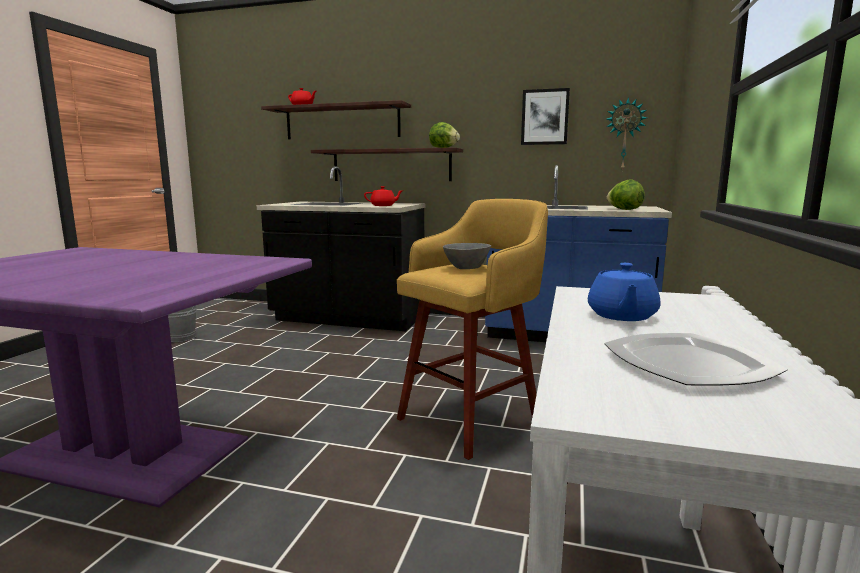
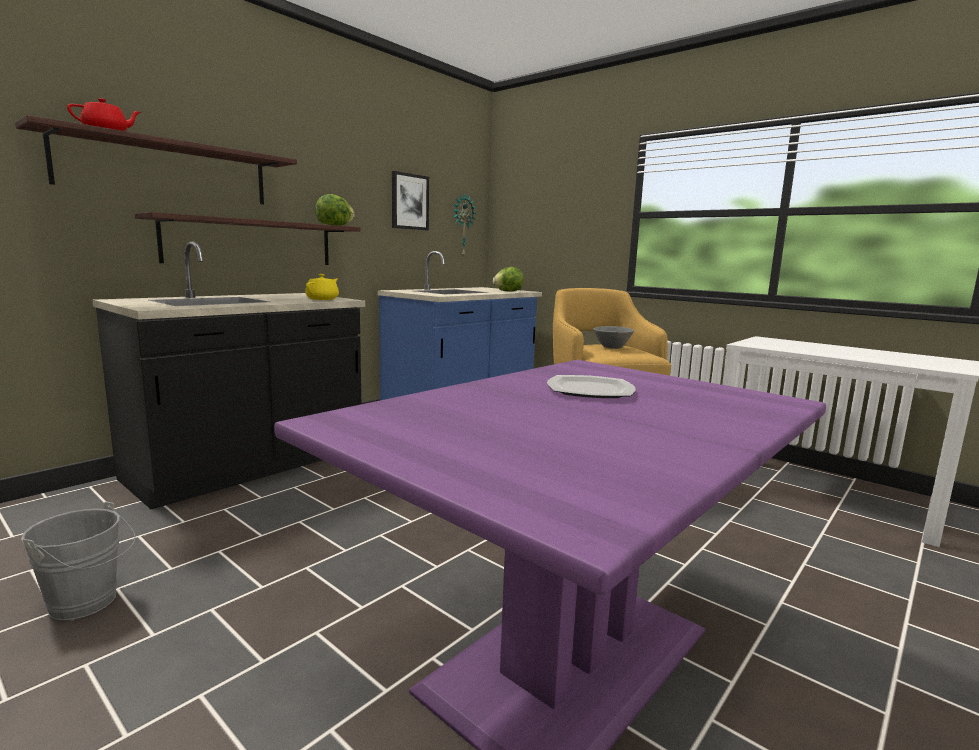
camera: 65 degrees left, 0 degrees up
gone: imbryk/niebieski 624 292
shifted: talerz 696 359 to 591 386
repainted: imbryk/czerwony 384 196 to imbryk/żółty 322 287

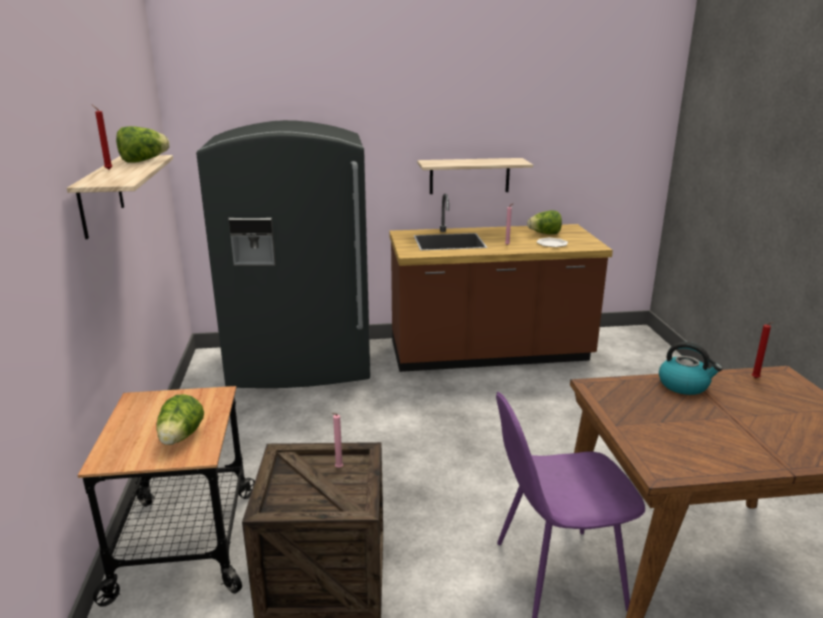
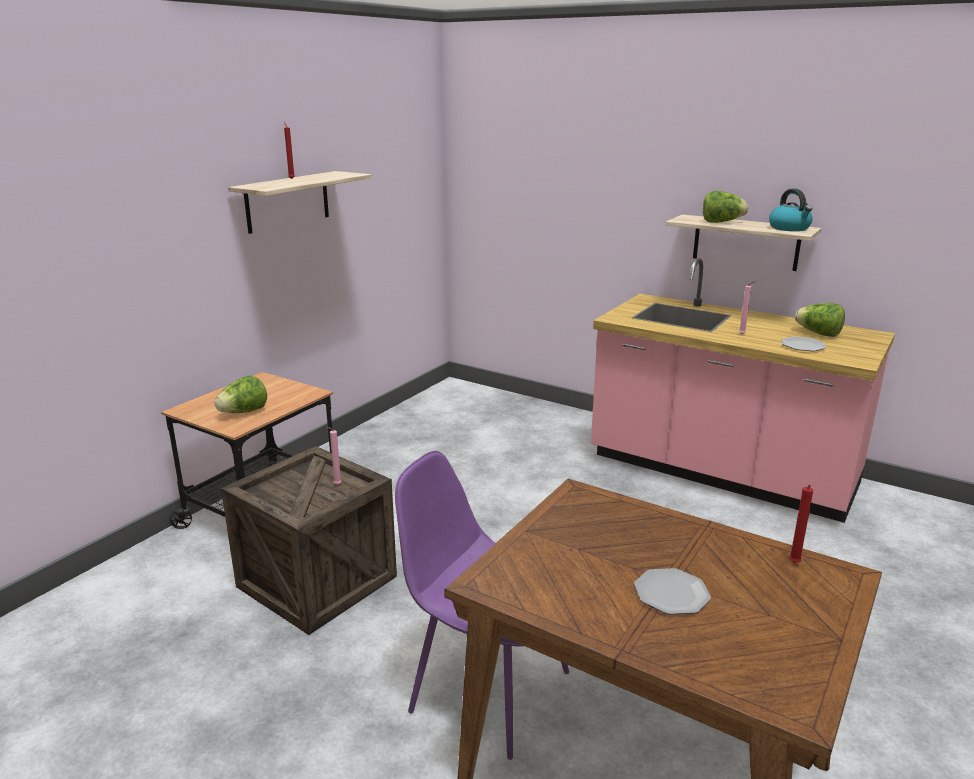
camera: 40 degrees right, 0 degrees up
gone: lodówka/szary 283 254
new: talerz 672 591
shifted: sałata 143 144 to 725 207; czajnik 690 368 to 791 209
repainted: zabudowa kuchenna/brązowy 501 282 to zabudowa kuchenna/różowy 743 391

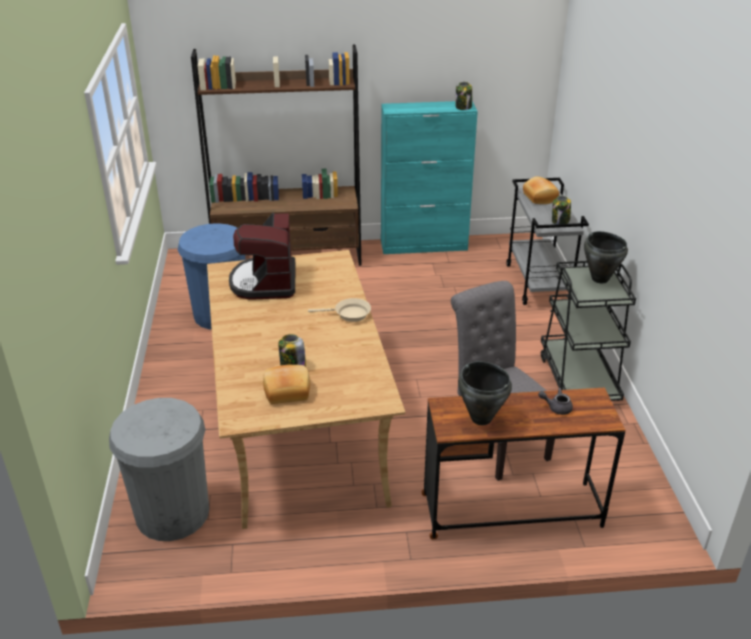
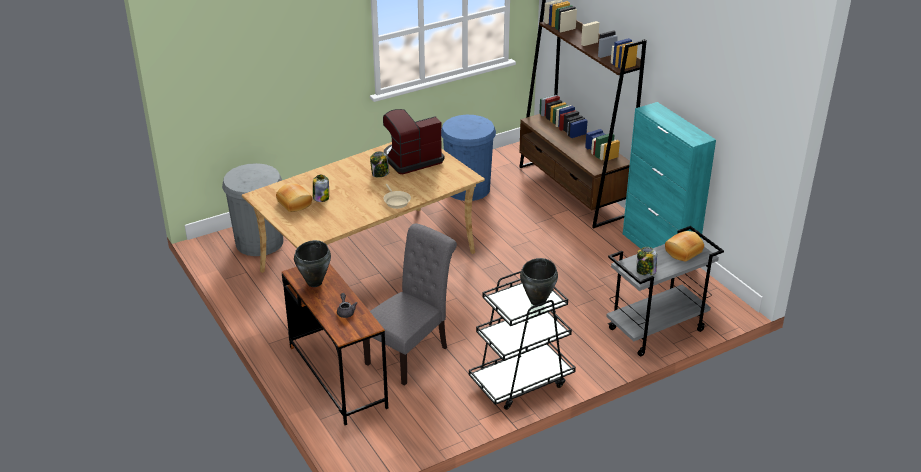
camera: 65 degrees right, 0 degrees up
shifted: słoik 464 96 to 379 164

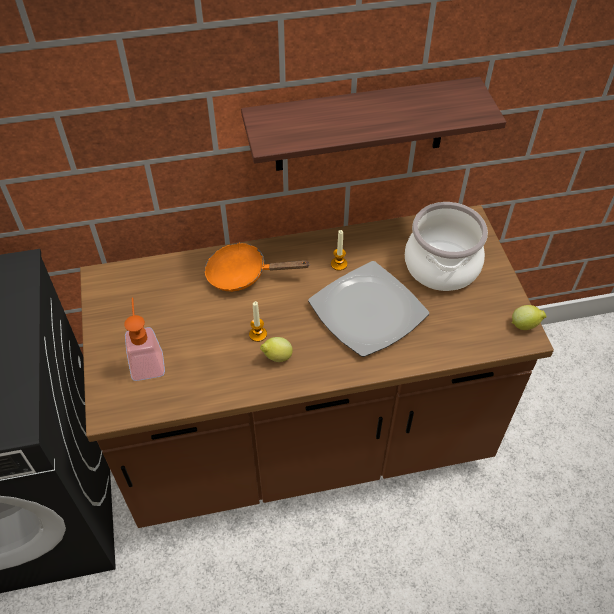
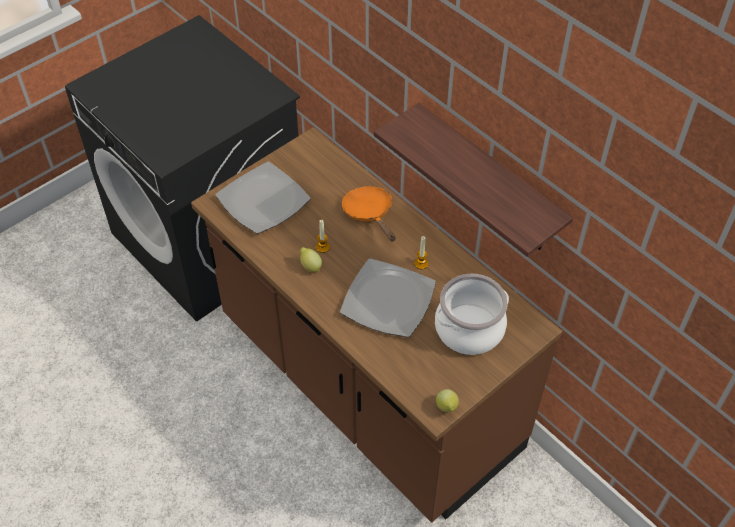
camera: 60 degrees right, 0 degrees up
swapped: dozownik mydła 144 339 to talerz 263 198

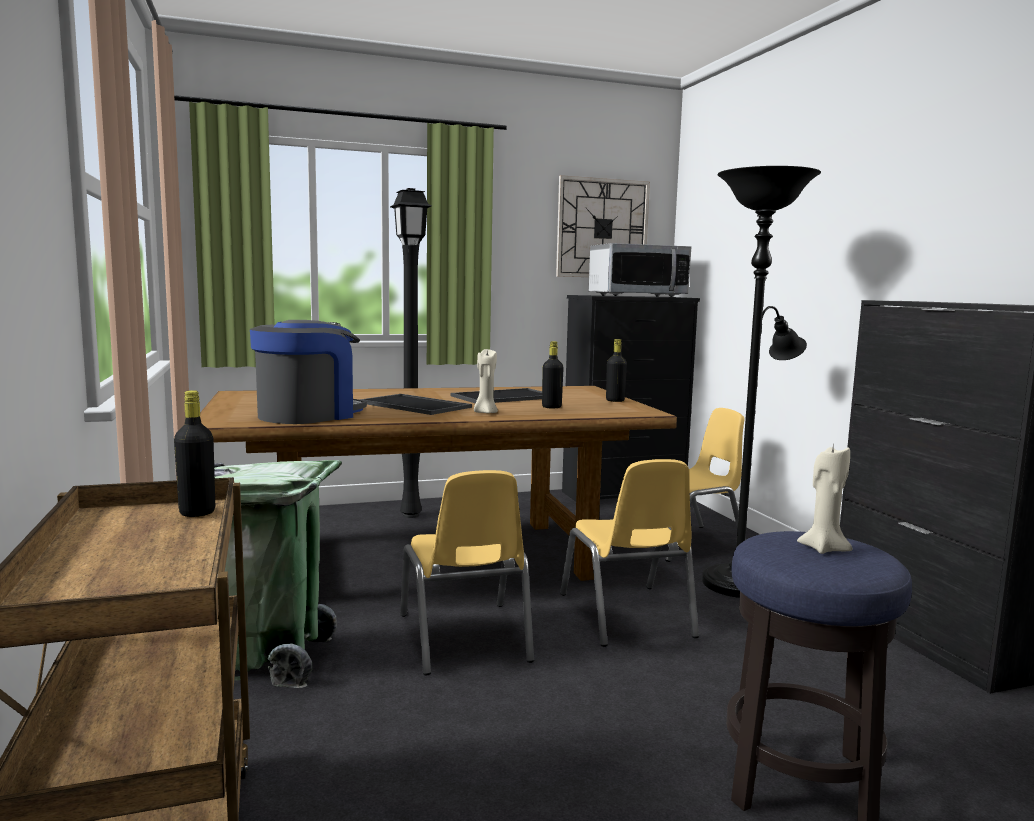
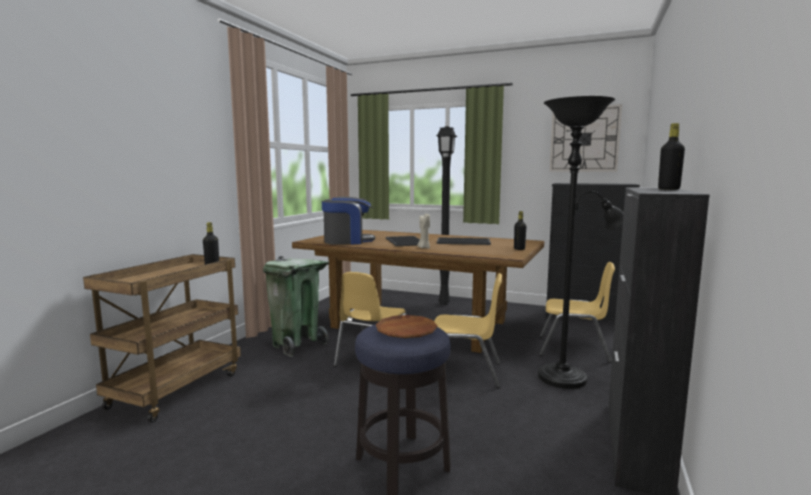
camera: 40 degrees right, 0 degrees up
gone: mikrofalówka 640 270
shifted: butelka/czarny 553 374 to 671 156
swapped: świeca/beżowy 824 500 to talerz/brązowy 407 326
rotated: krzesło/żółty 629 553 = 468 330 105 degrees counterclockwise

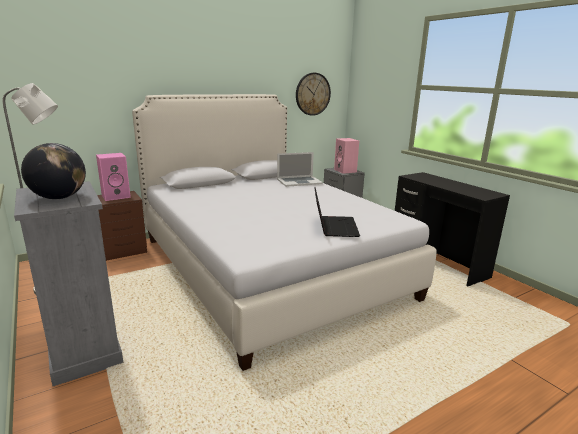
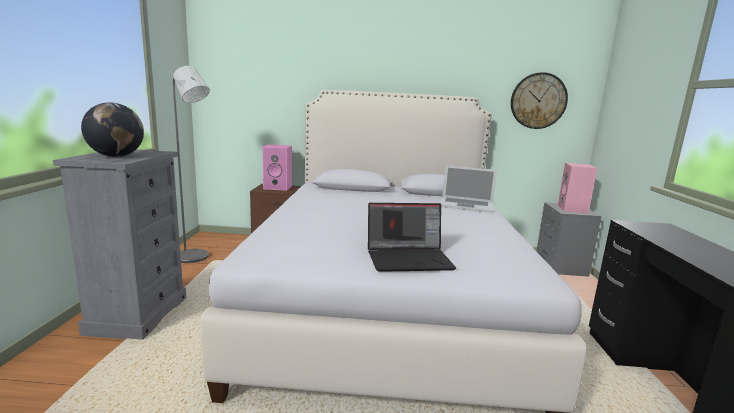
camera: 35 degrees right, 5 degrees down
rotated: laptop 337 212 = 412 237 45 degrees clockwise

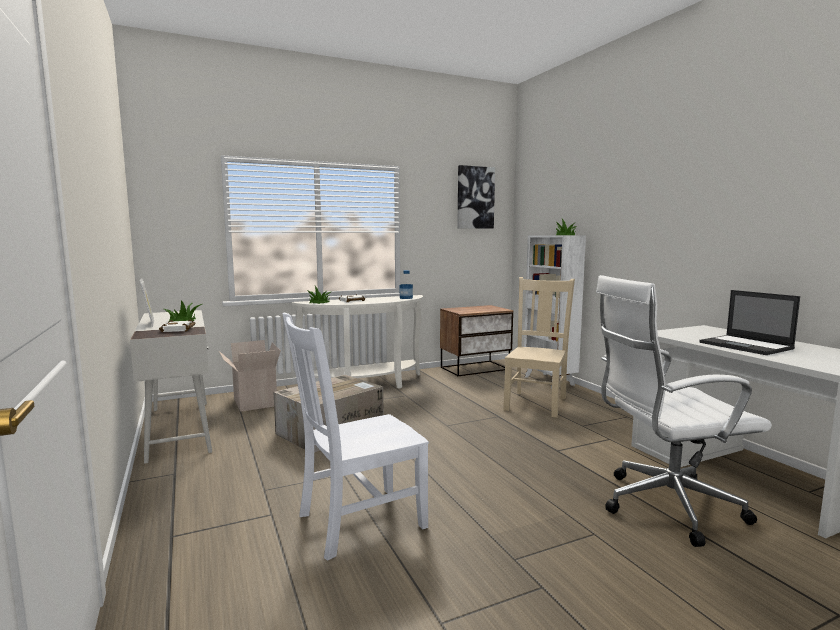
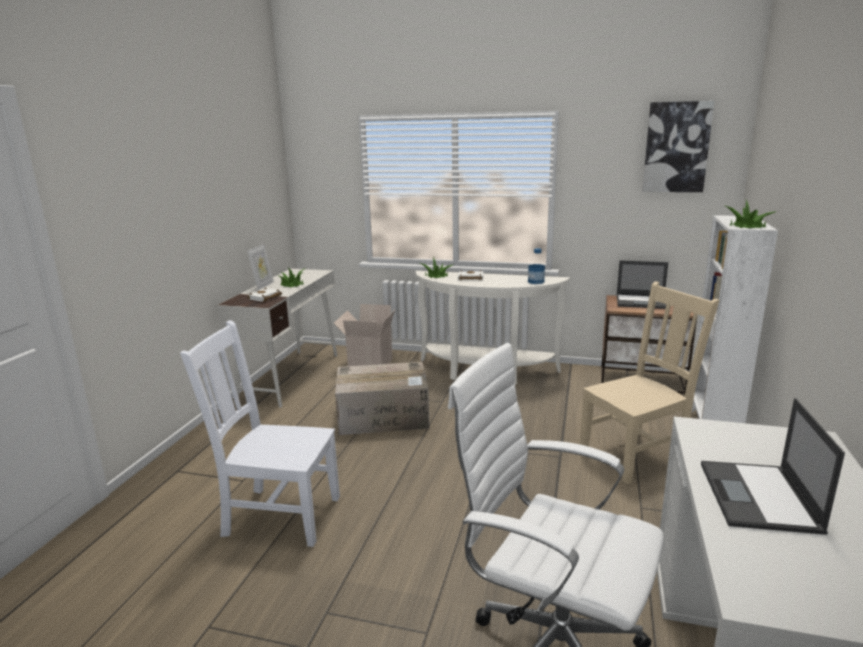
camera: 40 degrees right, 10 degrees up
new: laptop 642 285

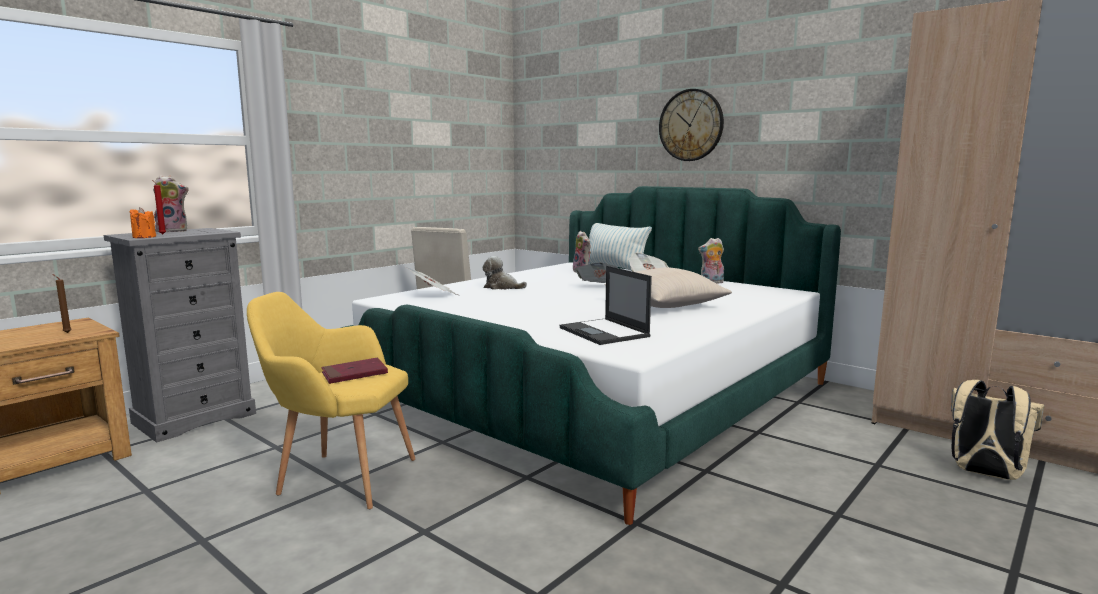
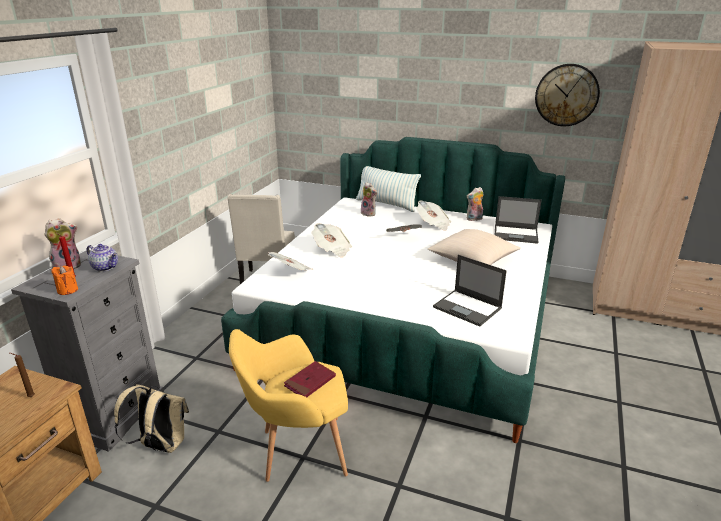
camera: 20 degrees left, 15 degrees up
new: laptop 518 220; imbryk 102 258
shifted: zegar ścienny 691 125 to 567 95; plecak/beżowy 997 430 to 151 418
swapped: pluszak 505 273 to gazeta 332 240

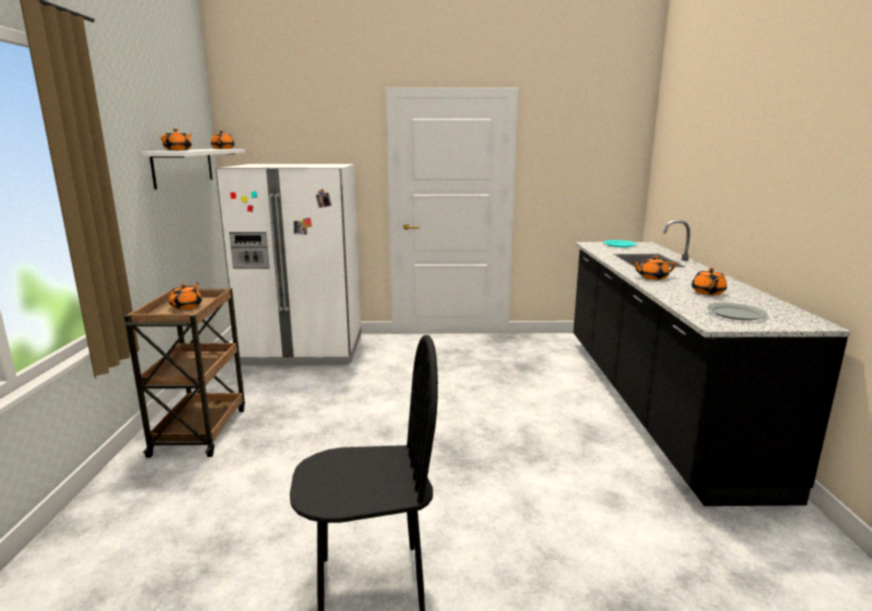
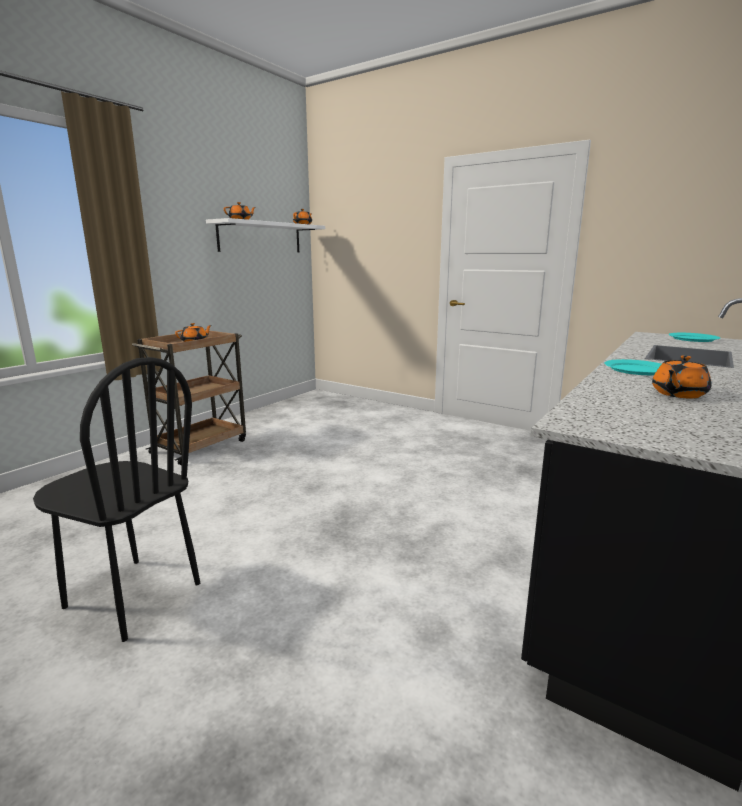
camera: 35 degrees right, 0 degrees up
gone: lodówka/biały 288 264; talerz/szary 737 312
swapped: imbryk/pomarańczowy 654 268 to talerz/turkusowy 632 367

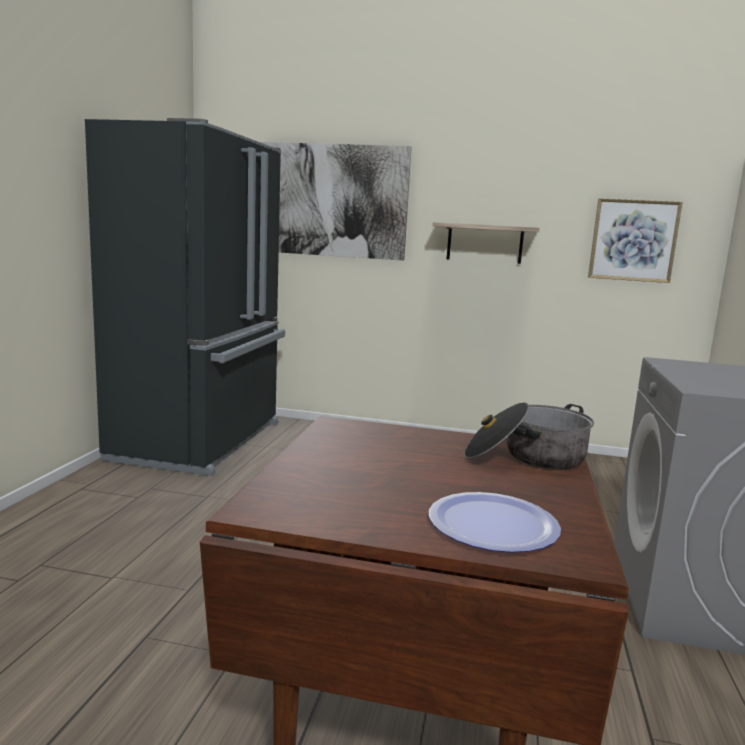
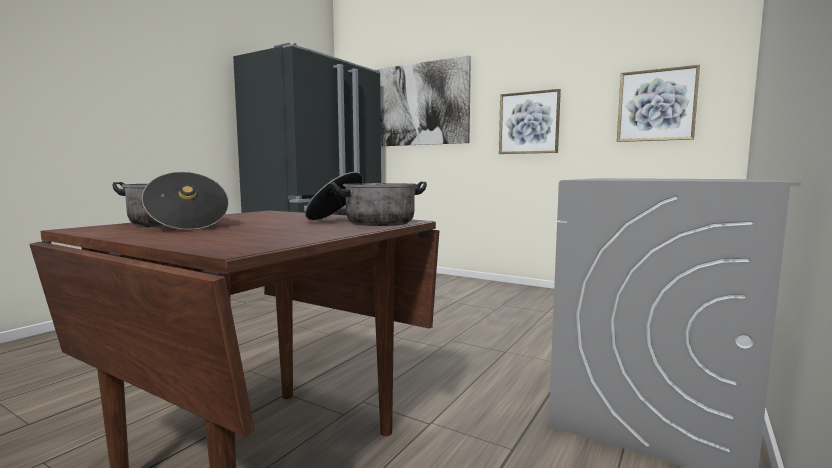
camera: 20 degrees right, 5 degrees down
gone: talerz 495 522
new: garnek 171 201
swapped: półka 486 243 to obraz 530 121

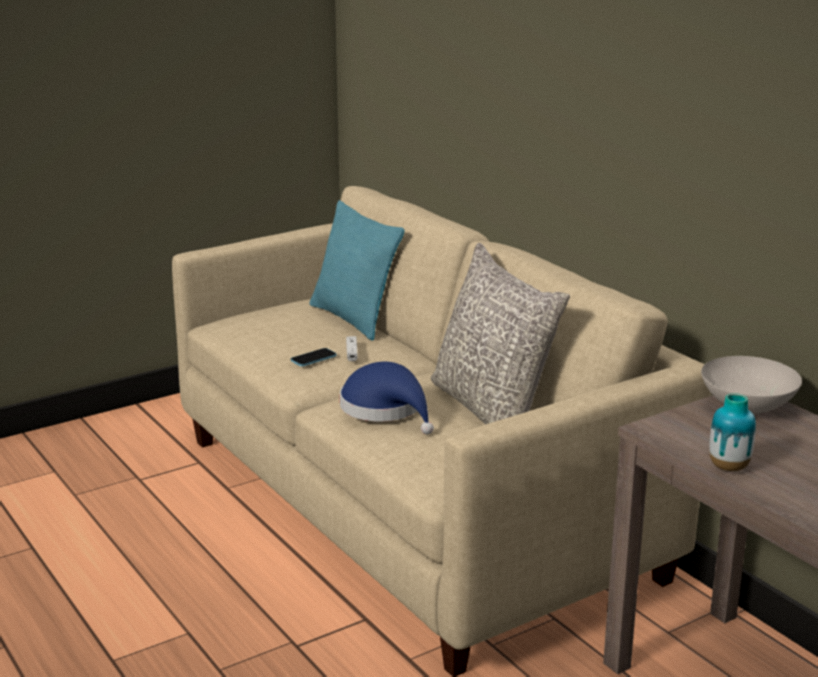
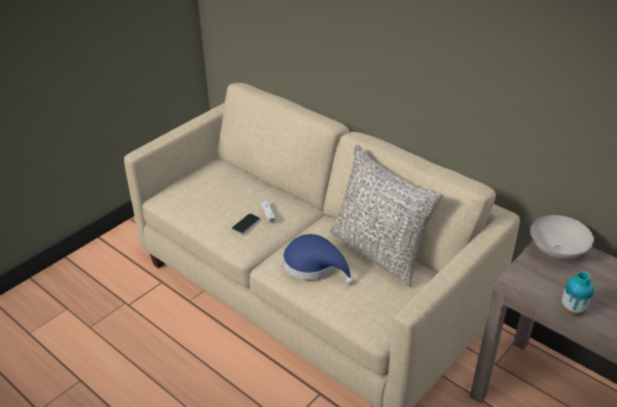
camera: 15 degrees left, 15 degrees up
gone: poduszka/turkusowy 357 270

